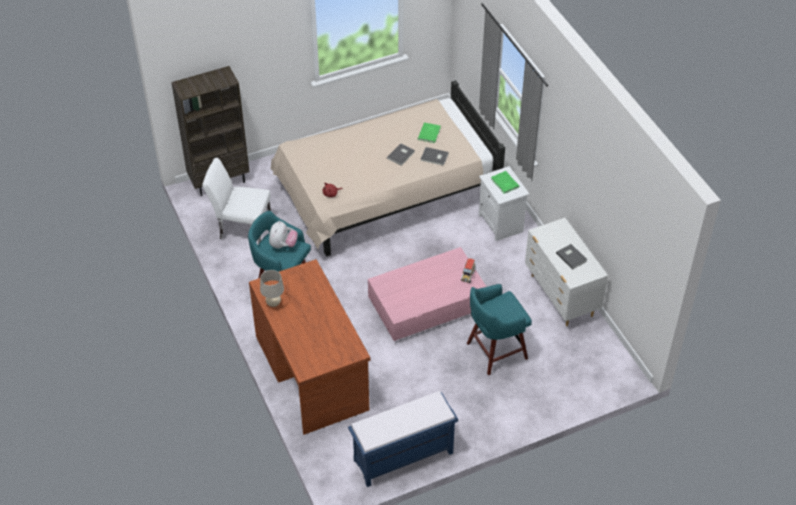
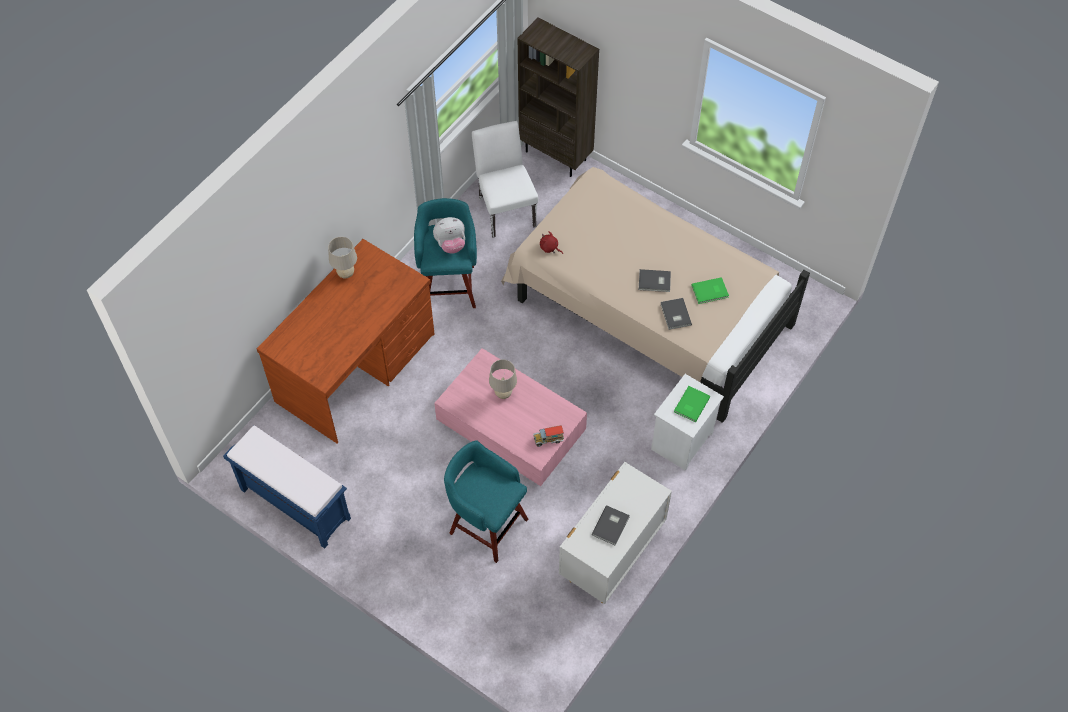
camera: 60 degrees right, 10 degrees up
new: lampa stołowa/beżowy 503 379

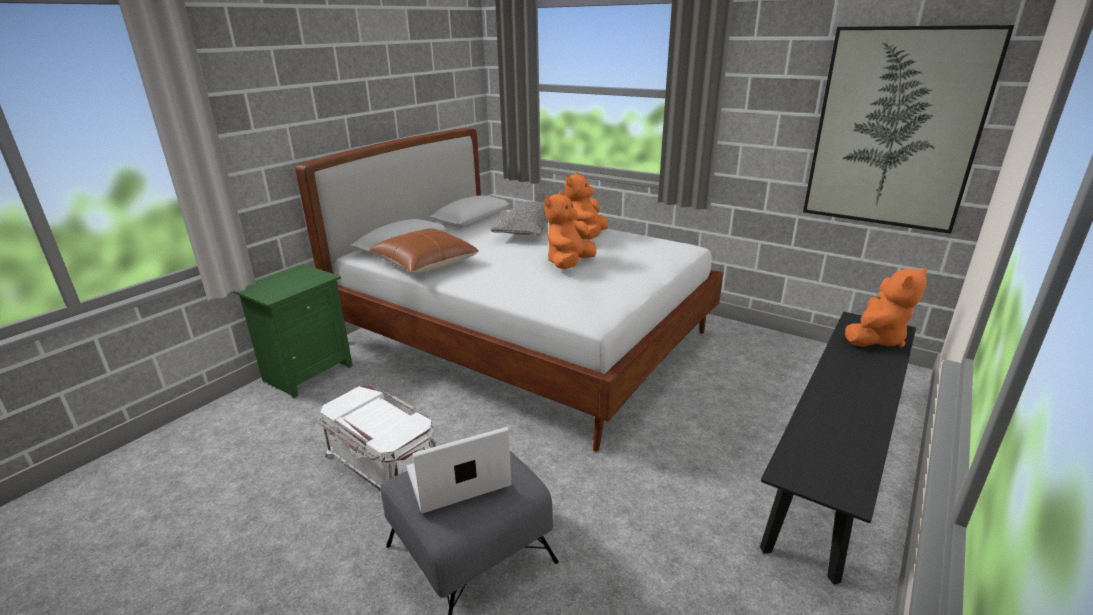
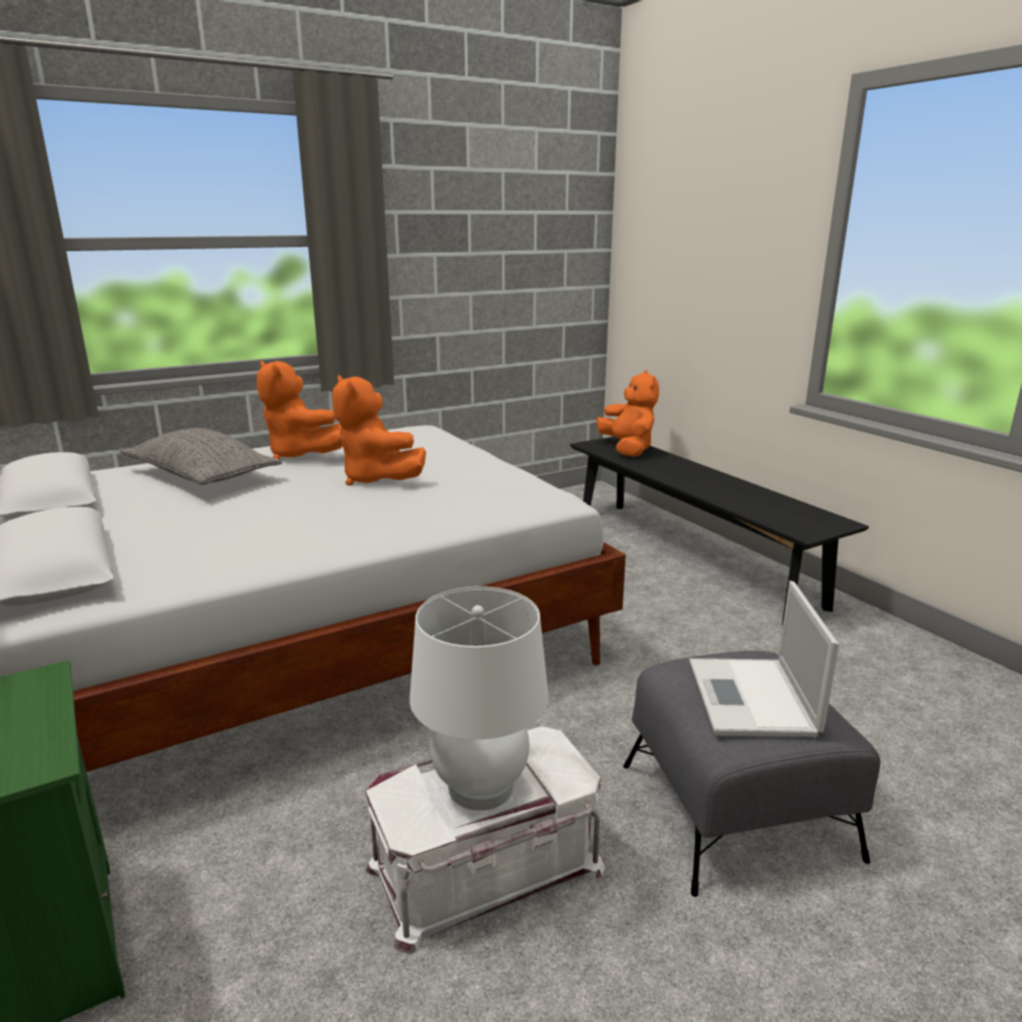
camera: 65 degrees left, 5 degrees down
gone: obraz 908 129; poduszka/brązowy 424 251
new: lampa stołowa/biały 479 698

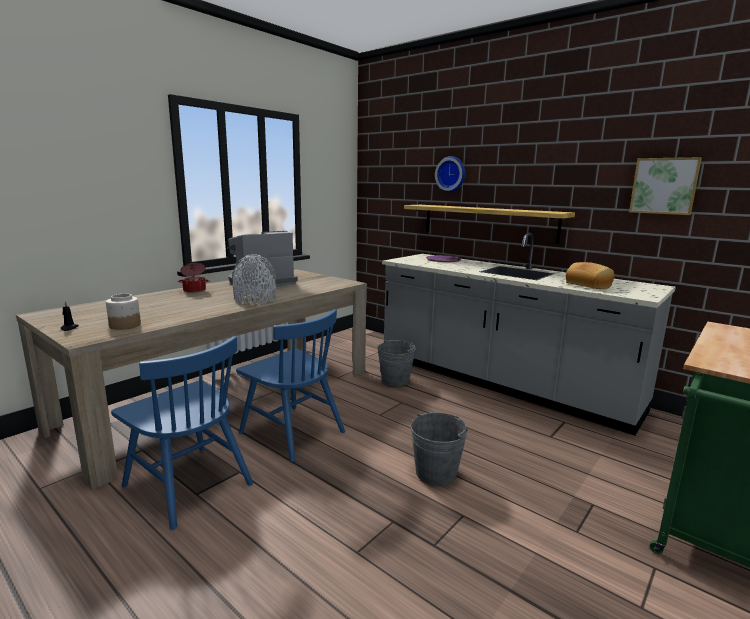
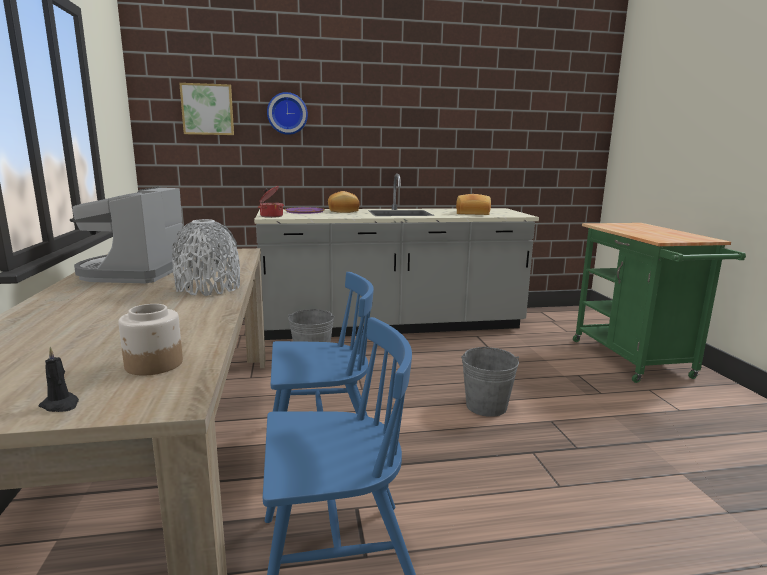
camera: 50 degrees left, 0 degrees up
gone: półka 489 224
new: chleb 343 202
shifted: obraz 665 186 to 206 109; garnek 194 278 to 271 202

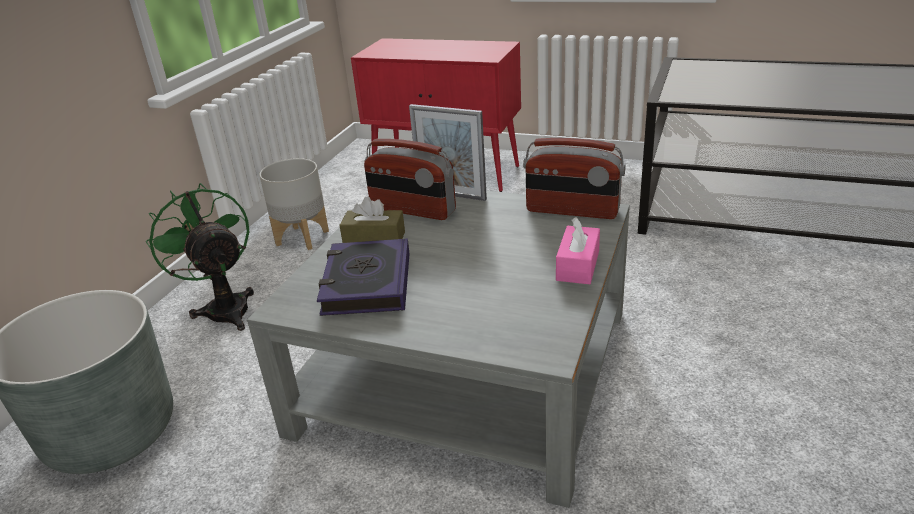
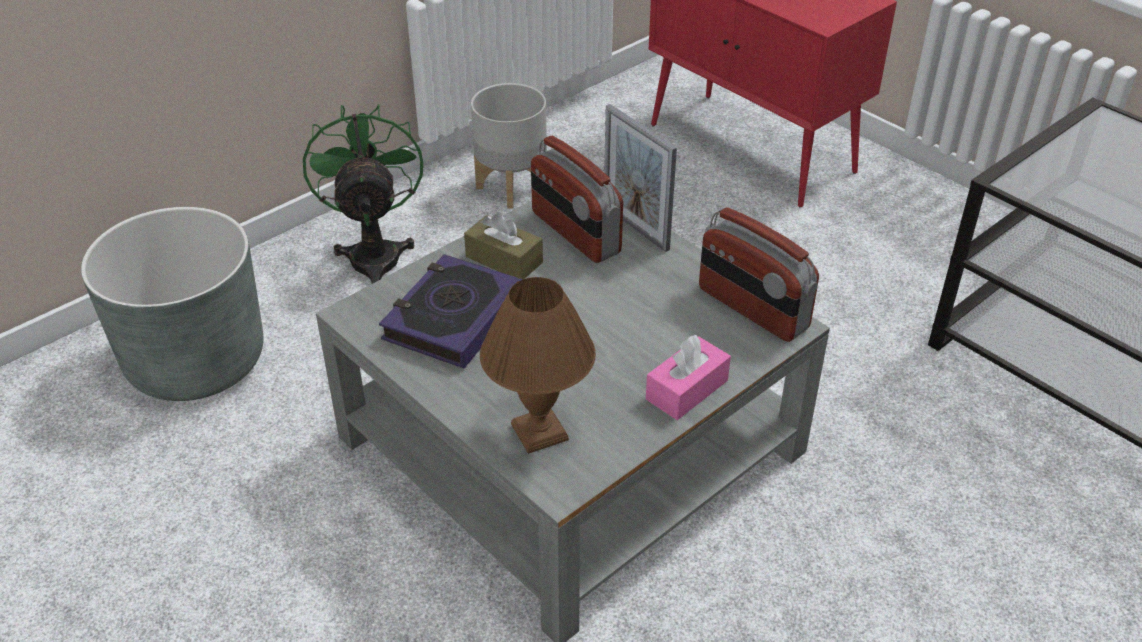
camera: 25 degrees right, 10 degrees up
new: lampa stołowa/brązowy 538 365

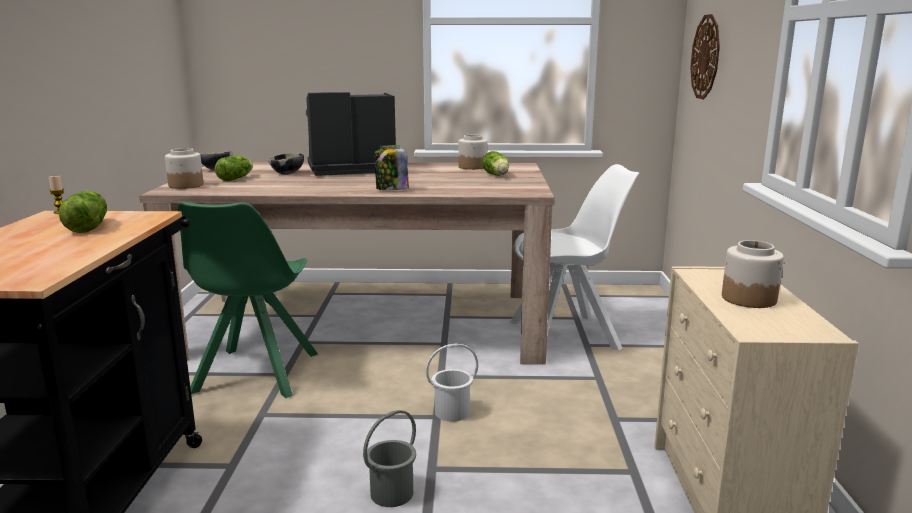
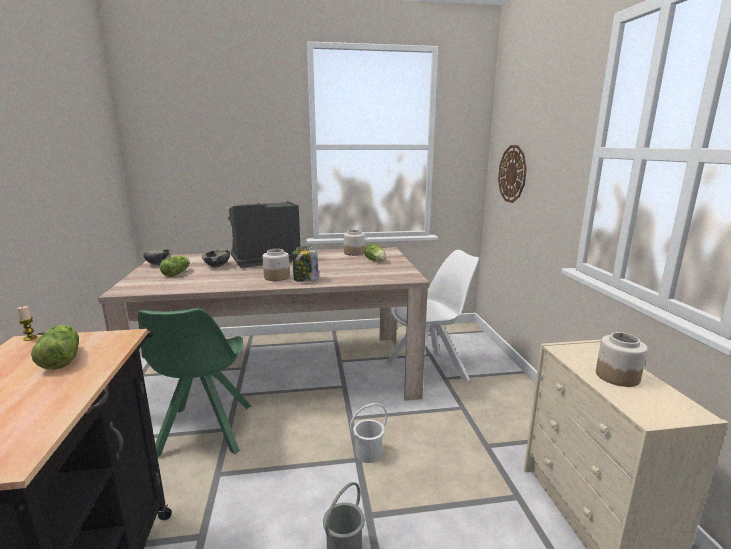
camera: 10 degrees left, 0 degrees up
shifted: słoik 184 168 to 276 265

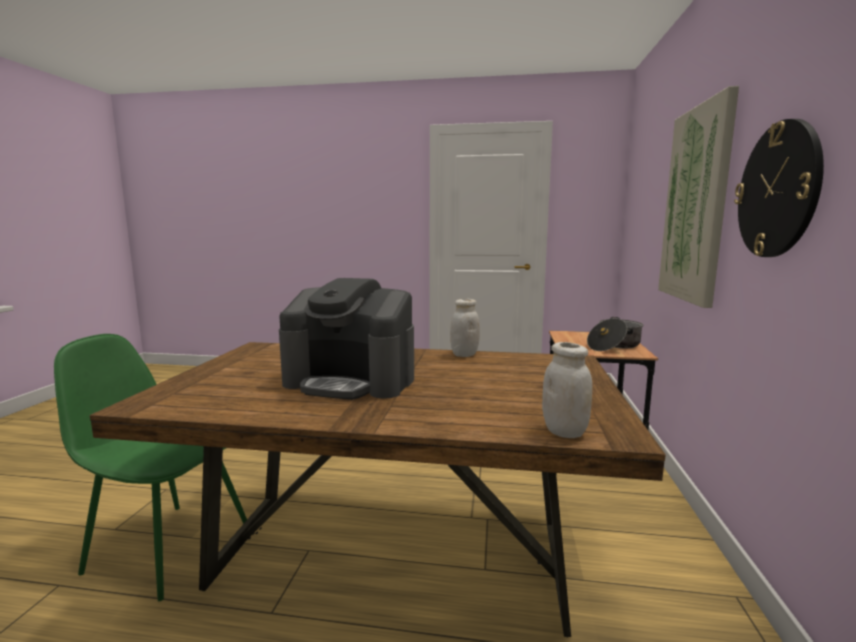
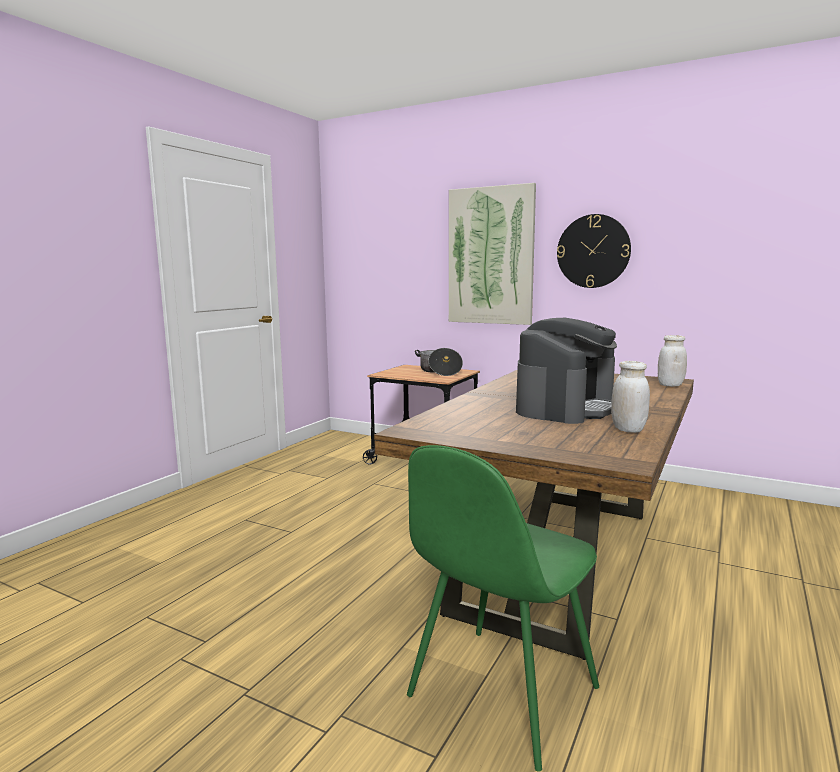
camera: 70 degrees left, 0 degrees up
shifted: słoik/biały 465 328 to 630 397

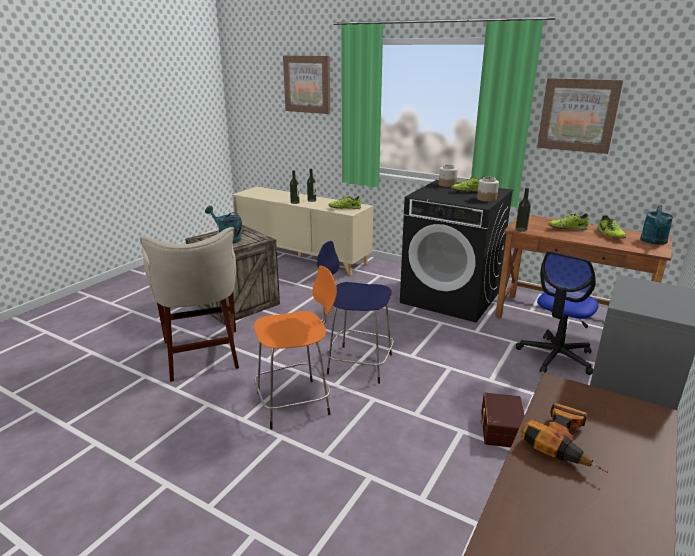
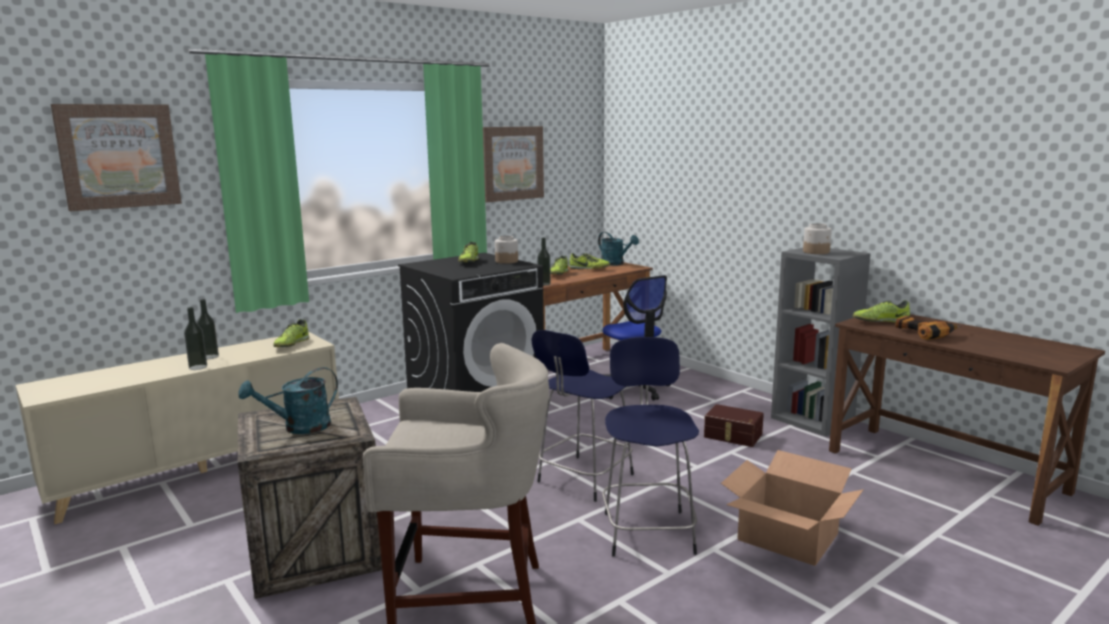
camera: 70 degrees left, 10 degrees down
new: but 881 311; karton 792 508
shifted: słoik 448 176 to 817 238
repainted: stołek/pomarańczowy 295 347 to stołek/niebieski 650 447

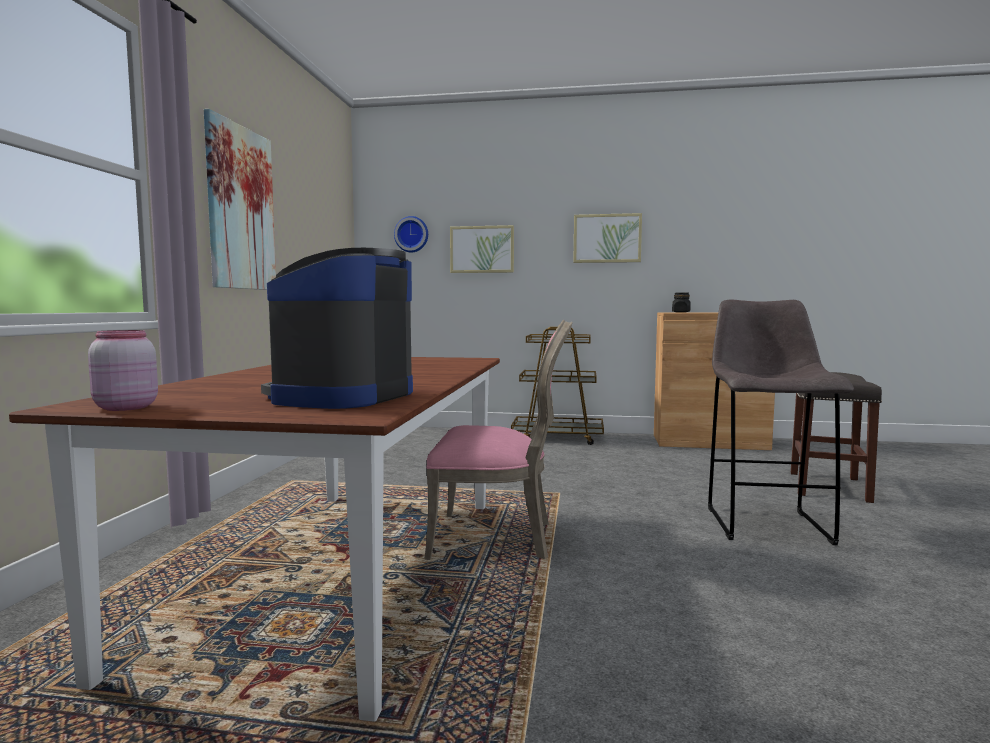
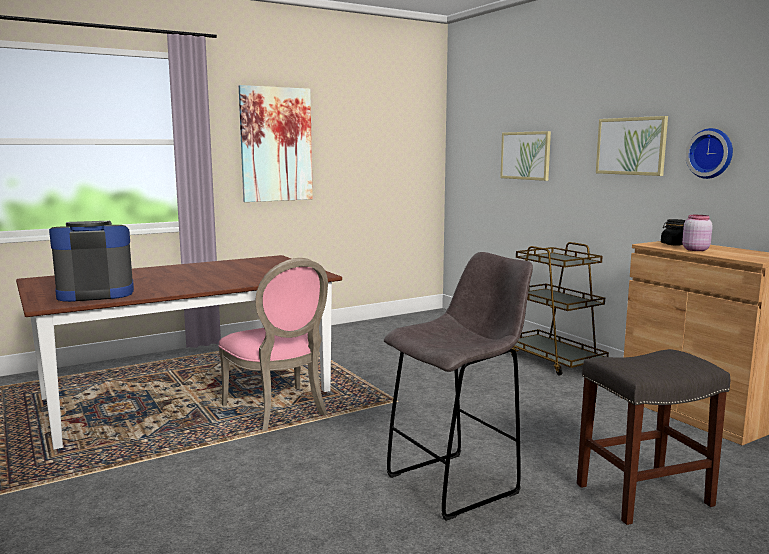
camera: 50 degrees right, 5 degrees up
shifted: zegar ścienny 411 234 to 709 153; słoik/różowy 123 370 to 697 233

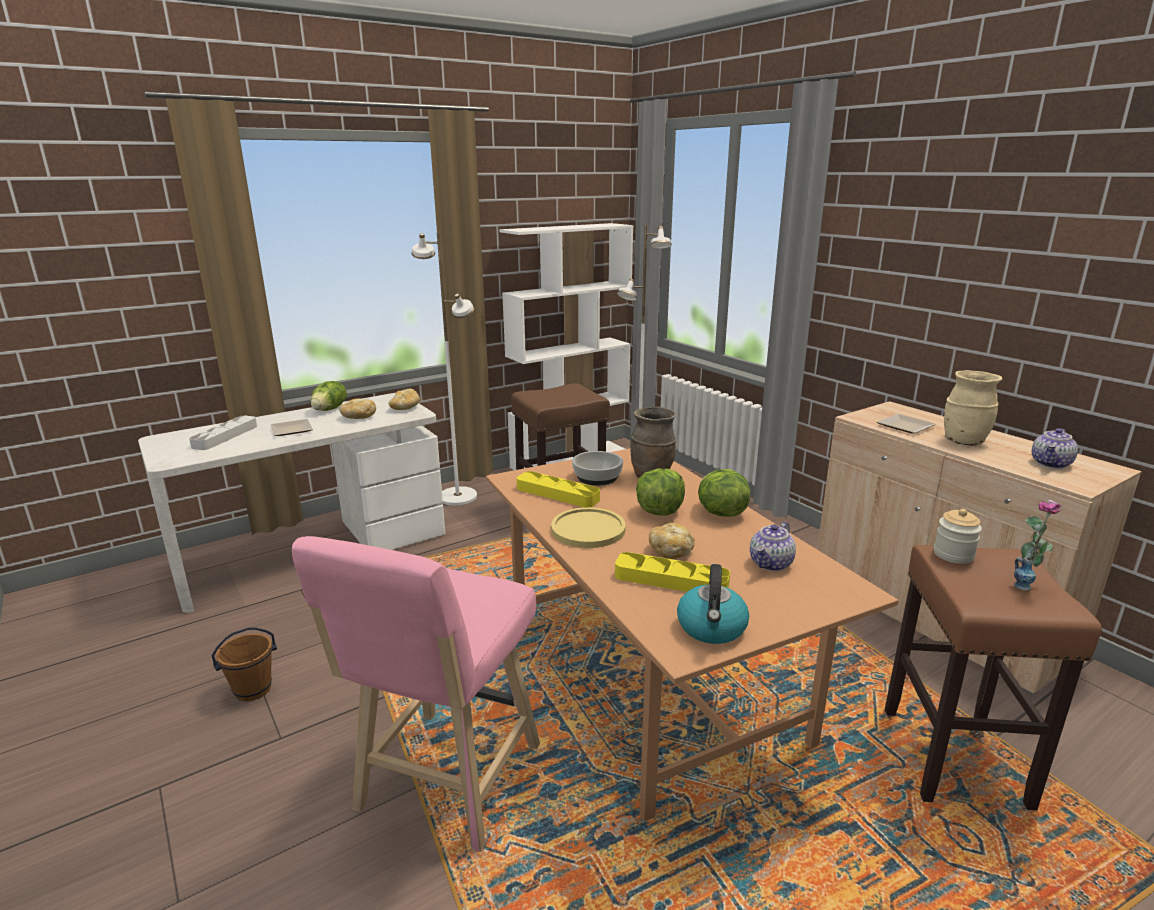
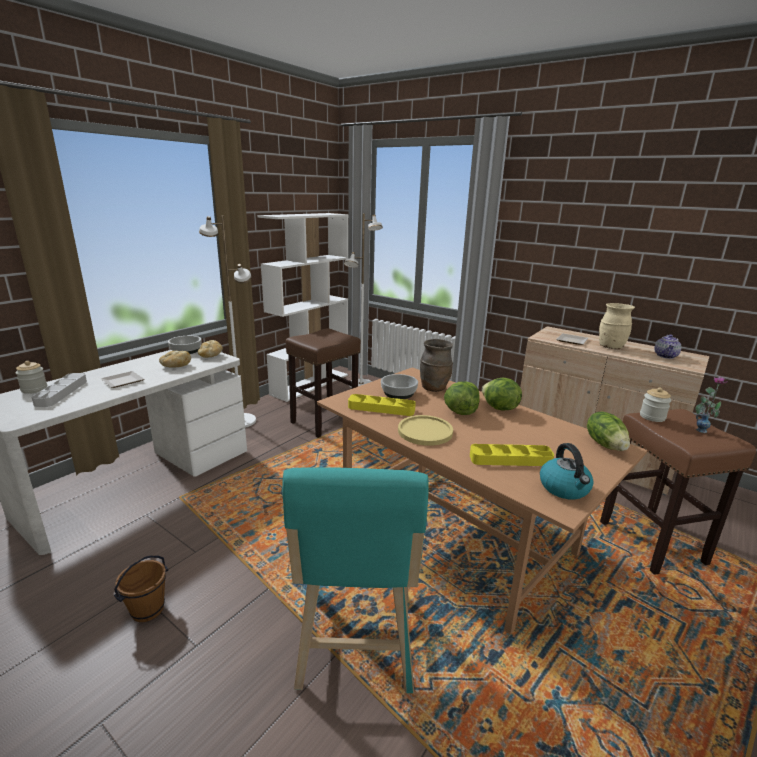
camera: 20 degrees left, 0 degrees up
gone: imbryk 773 546; chleb 672 541
new: miska 184 345; słoik 31 377
shifted: sałata 329 396 to 608 431
repainted: stołek/różowy 416 694 to stołek/turkusowy 355 580

